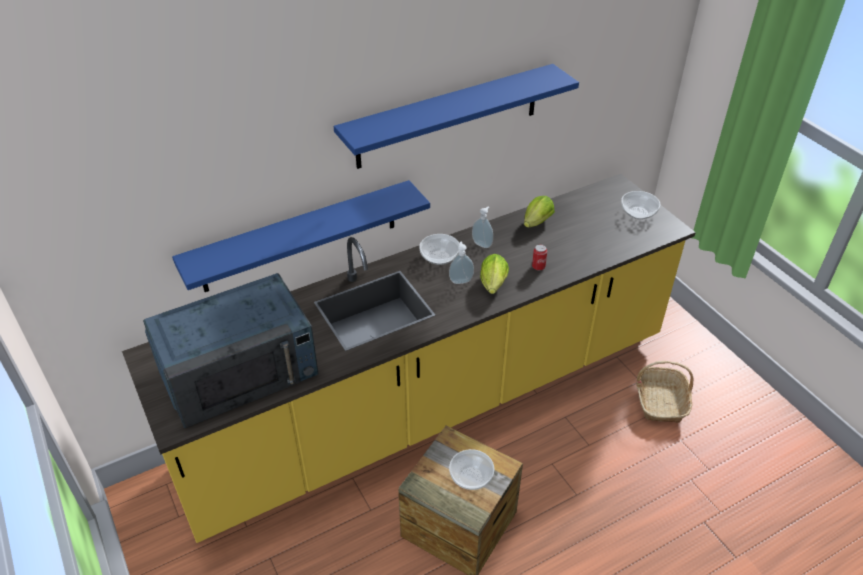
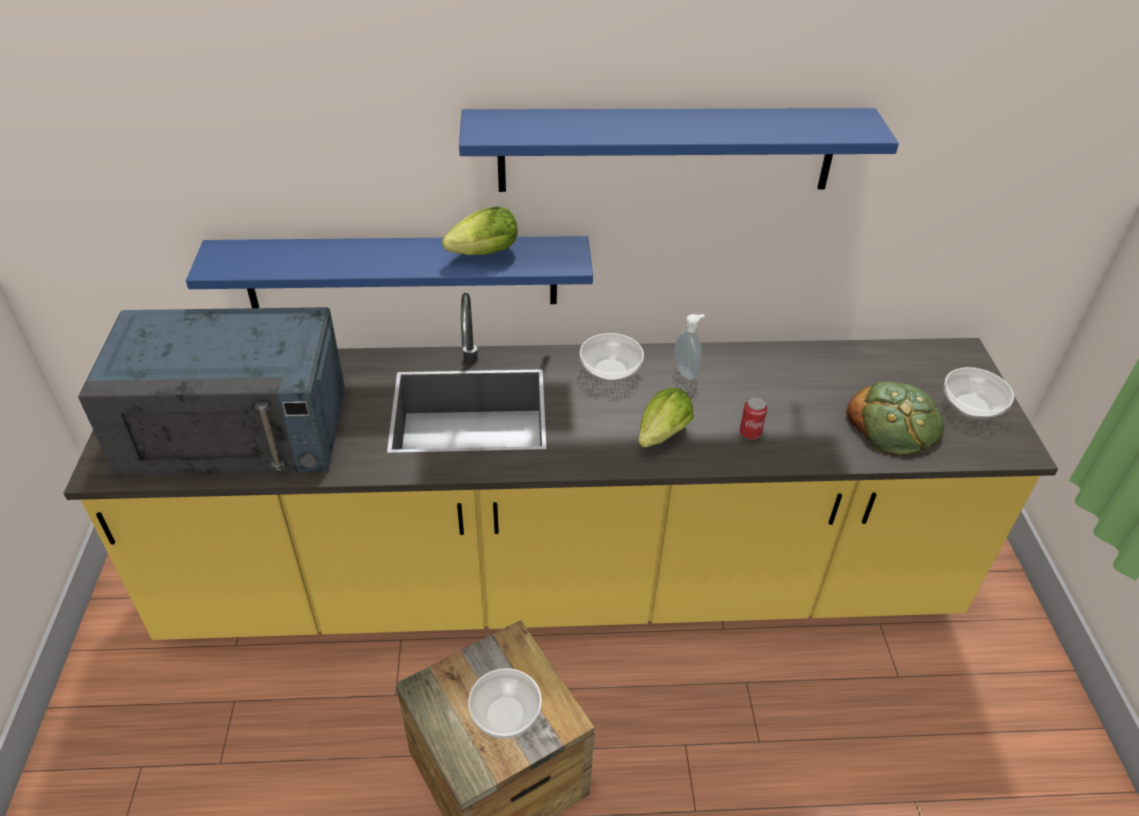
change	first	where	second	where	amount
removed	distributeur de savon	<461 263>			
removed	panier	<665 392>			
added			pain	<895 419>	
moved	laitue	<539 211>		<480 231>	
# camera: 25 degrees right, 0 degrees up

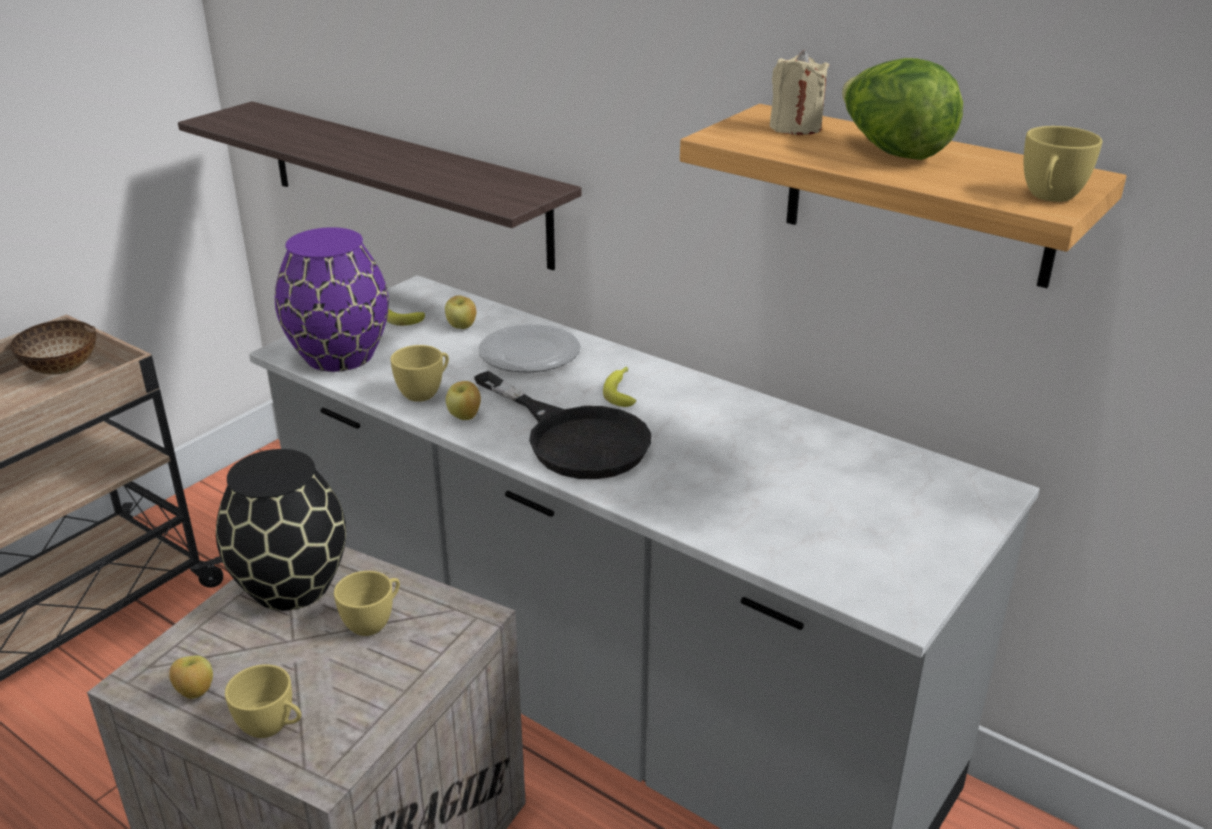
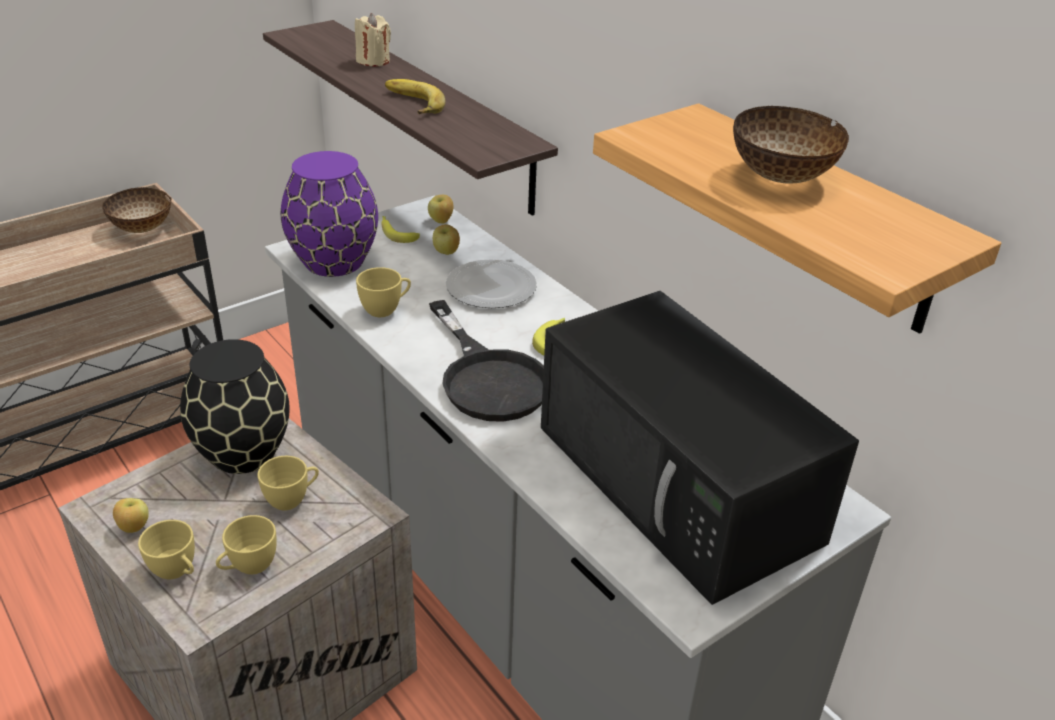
change	first	where	second	where	amount
added			banane	<415 96>	
added			micro-ondes (noir)	<700 448>	
moved	pomme	<463 400>		<440 209>	
moved	bougie (beige)	<799 92>		<373 40>	
moved	tasse (jaune)	<1063 164>		<246 544>	
replaced	laitue	<902 109>	bol	<791 144>	
# camera: 15 degrees right, 5 degrees up

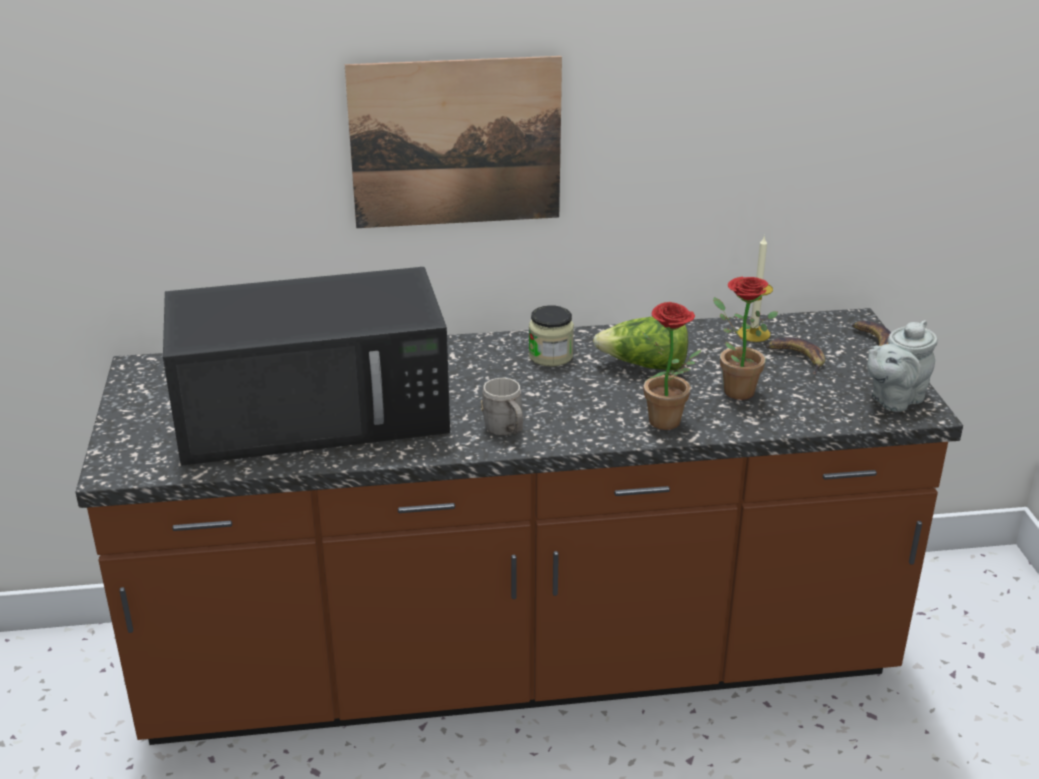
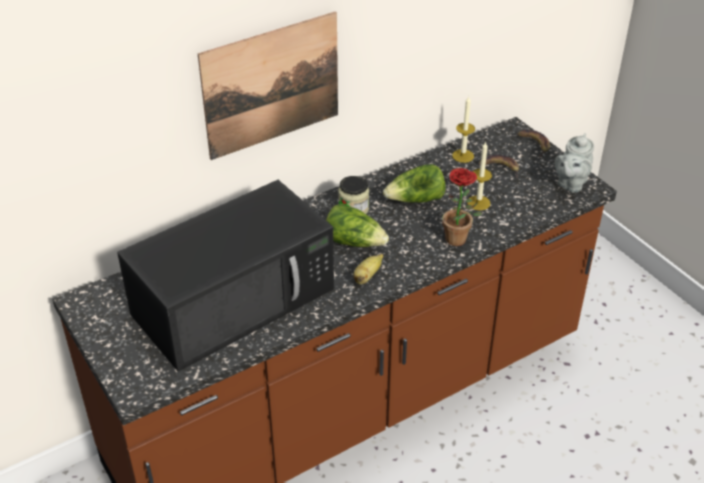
change	first	where	second	where	amount
added			laitue	<357 225>	
replaced	mug (gris)	<502 406>	banane	<368 269>	
replaced	plante en pot	<745 338>	bougie	<479 175>	
# camera: 25 degrees left, 10 degrees up

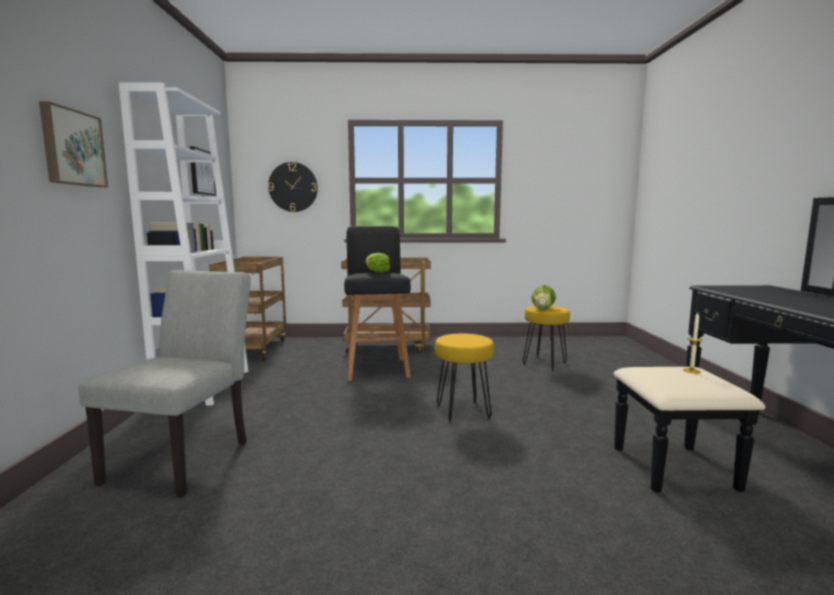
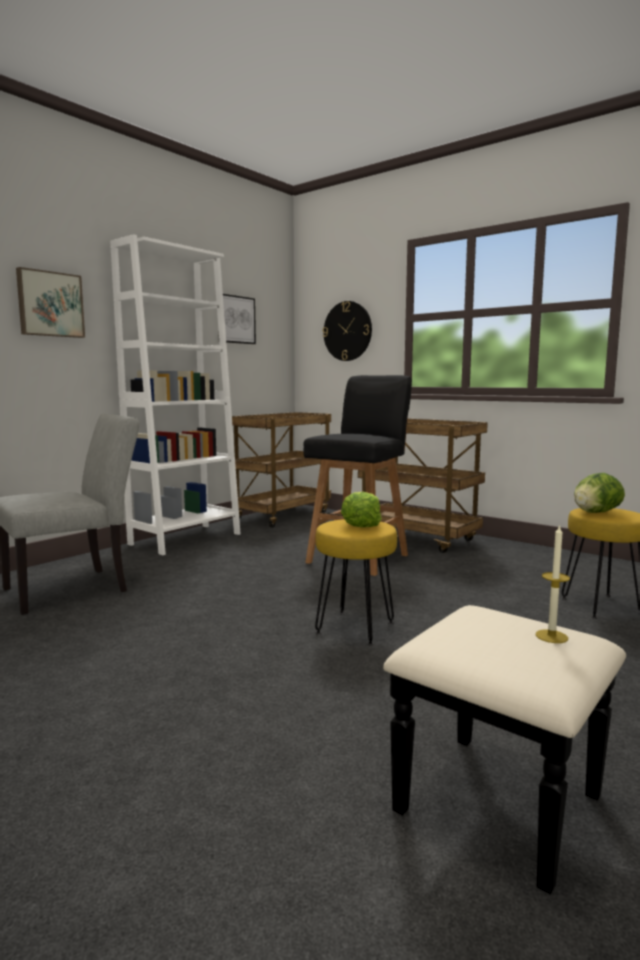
change	first	where	second	where	amount
moved	laitue	<378 263>		<361 509>	
# camera: 40 degrees right, 0 degrees up

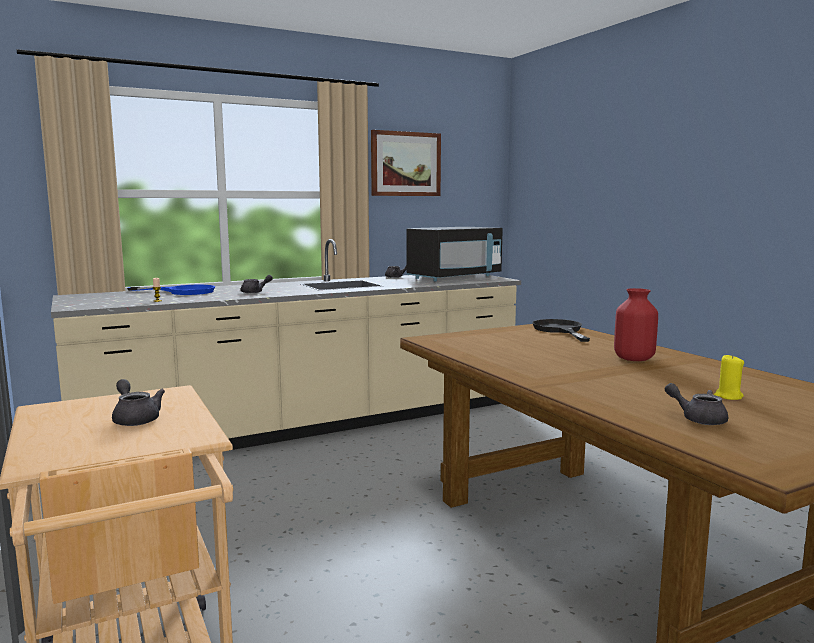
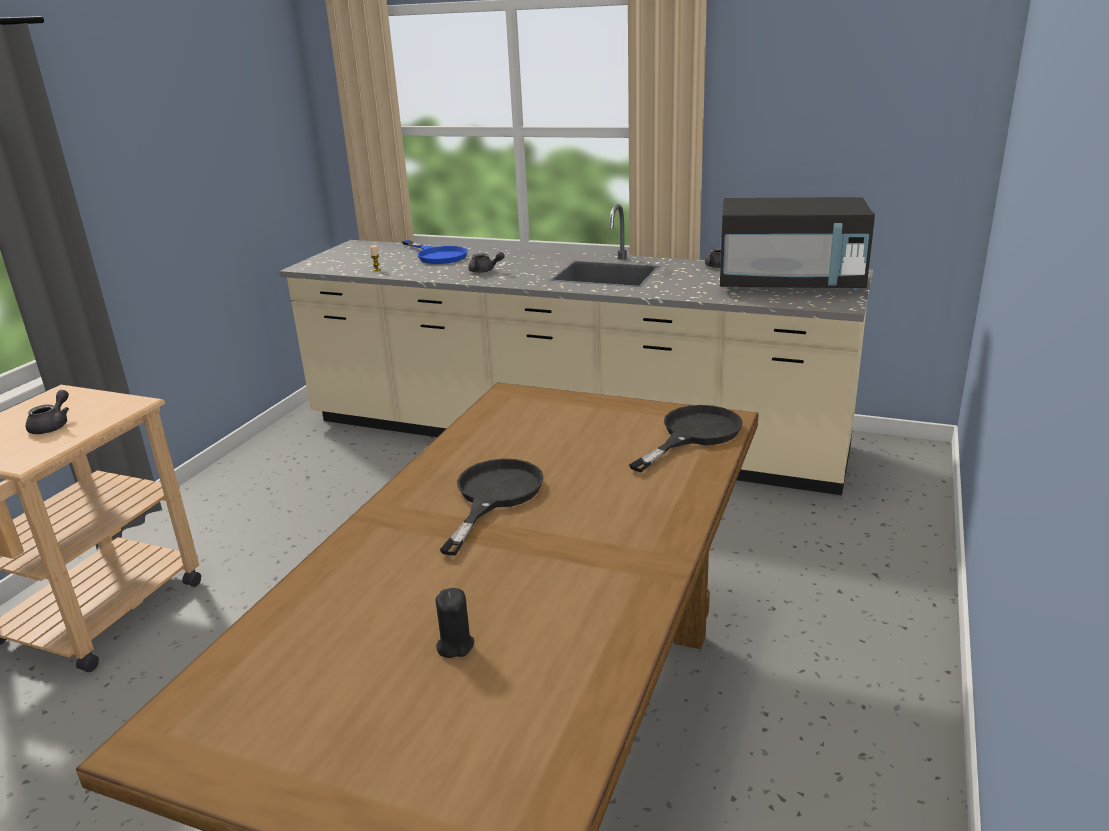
change	first	where	second	where	amount
removed	tableau	<406 163>			
removed	vase (rouge)	<636 324>			
removed	théière (gris)	<696 404>			
added			poêle (noir)	<492 507>	
recoloured	bougie (jaune)	<729 377>	bougie (noir)	<454 623>	
# camera: 50 degrees right, 15 degrees up

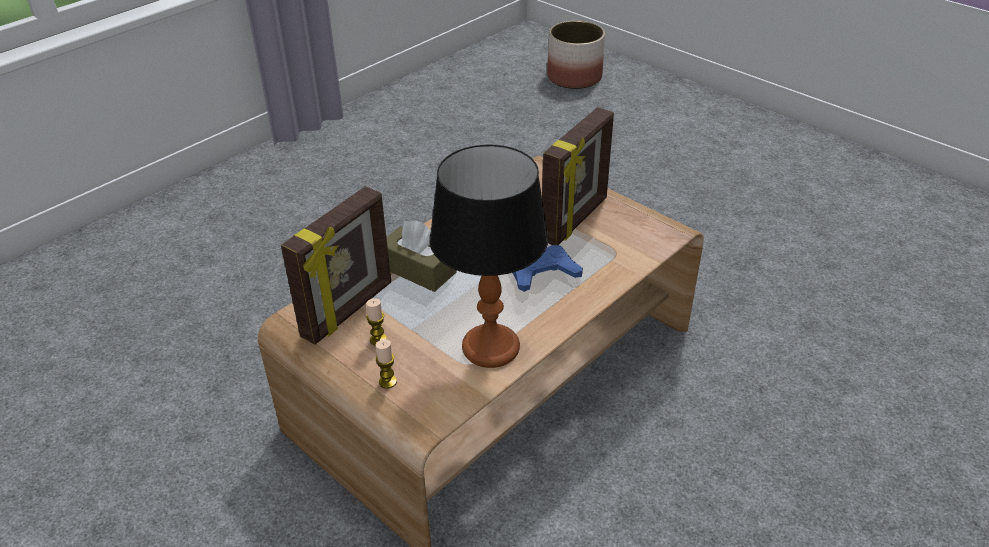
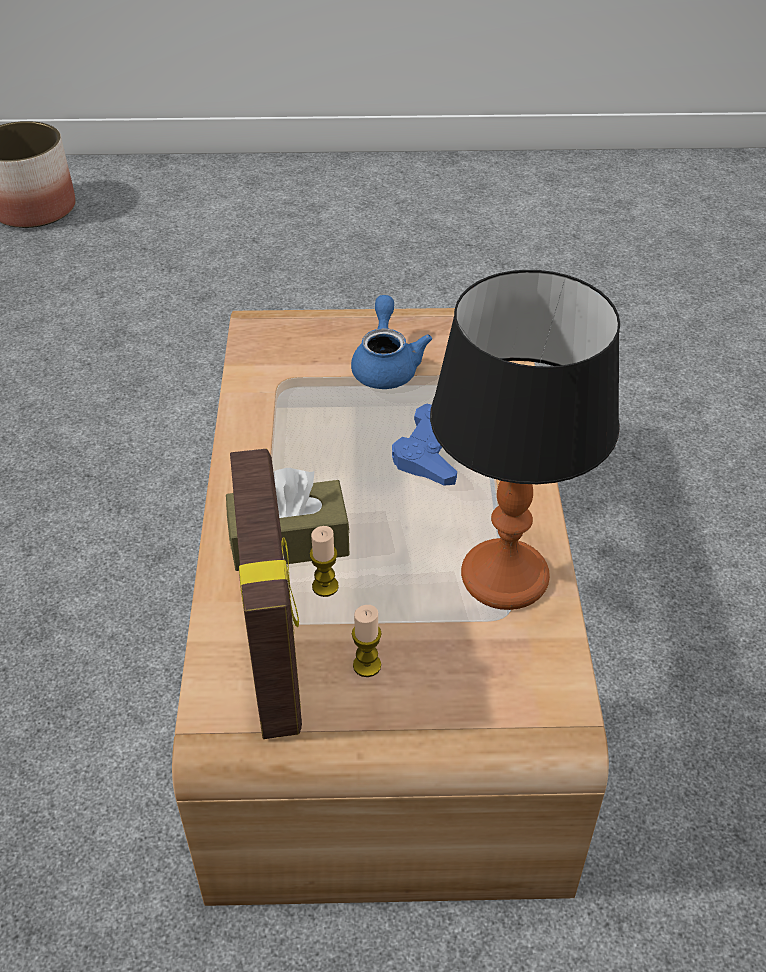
change	first	where	second	where	amount
moved	bougie	<386 364>		<324 561>	
replaced	cadre photo	<578 176>	théière (bleu)	<391 342>	
# camera: 45 degrees left, 5 degrees up

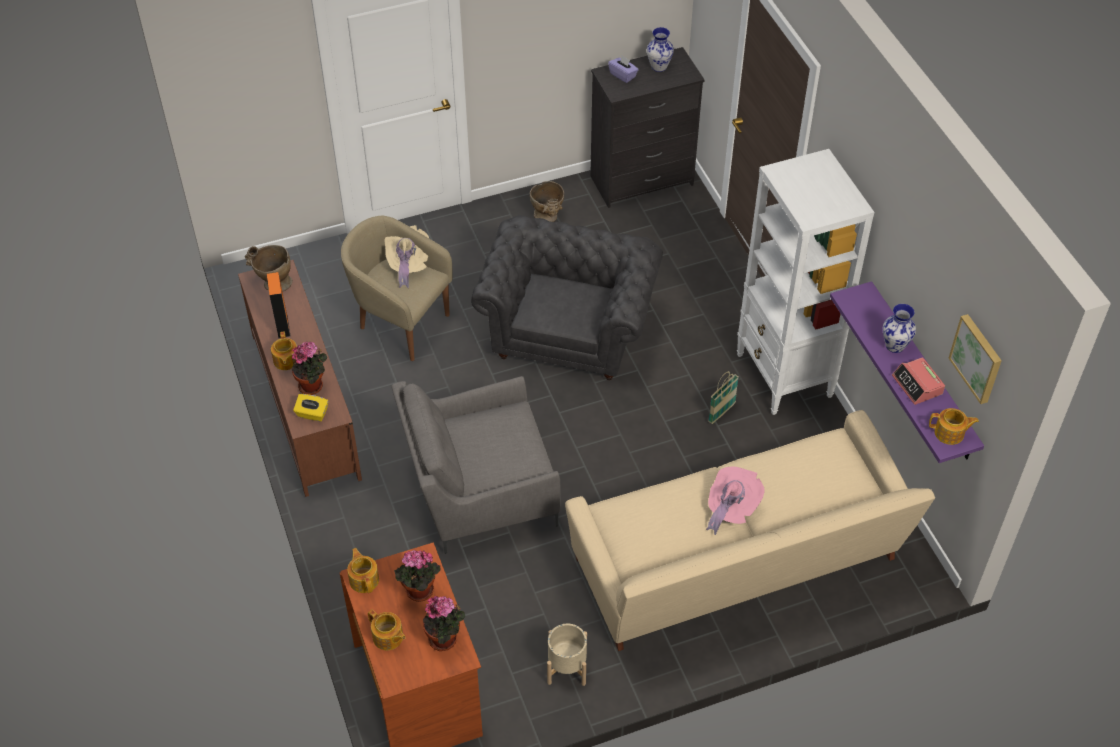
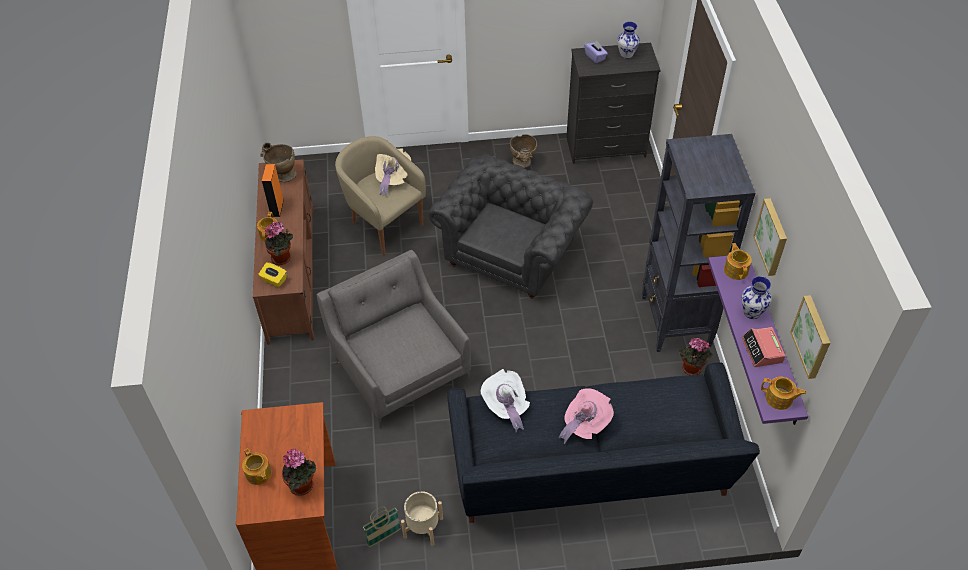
change	first	where	second	where	amount
added			chapeau (blanc)	<505 401>	
added			tableau	<770 237>	
moved	théière	<363 570>		<738 261>	
moved	plante en pot	<417 576>		<696 356>	
moved	panier	<723 397>		<382 526>	
recoloured	canapé (beige)	<750 530>	canapé (noir)	<603 442>	
recoloured	bibliothèque (blanc)	<805 282>	bibliothèque (noir)	<698 243>	
turned	fauteuil (gris)	<476 465>		<394 339>	60 degrees clockwise
# camera: 15 degrees right, 0 degrees up

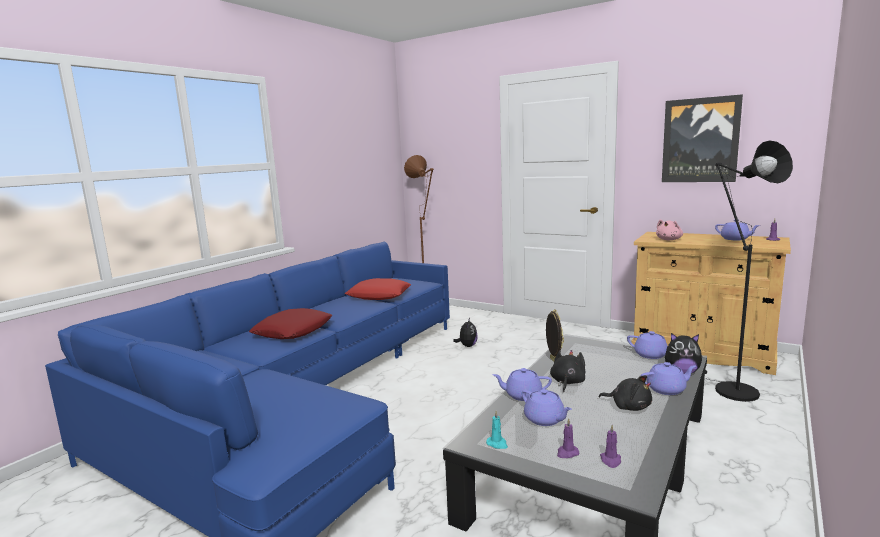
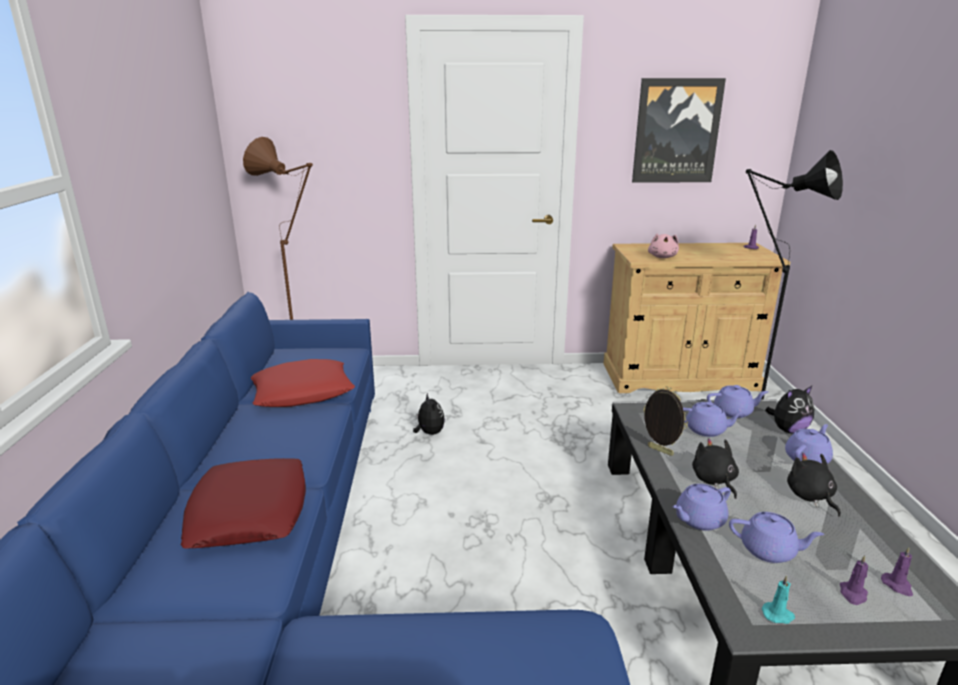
change	first	where	second	where	amount
moved	théière (violet)	<737 229>		<714 419>	
turned	peluche (noir)	<625 393>		<814 484>	105 degrees counterclockwise
# camera: 35 degrees left, 10 degrees up

